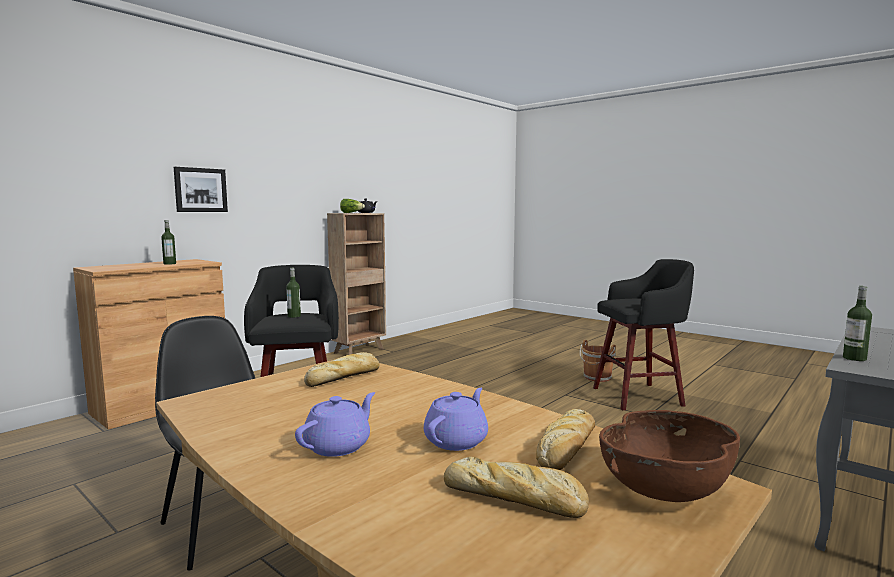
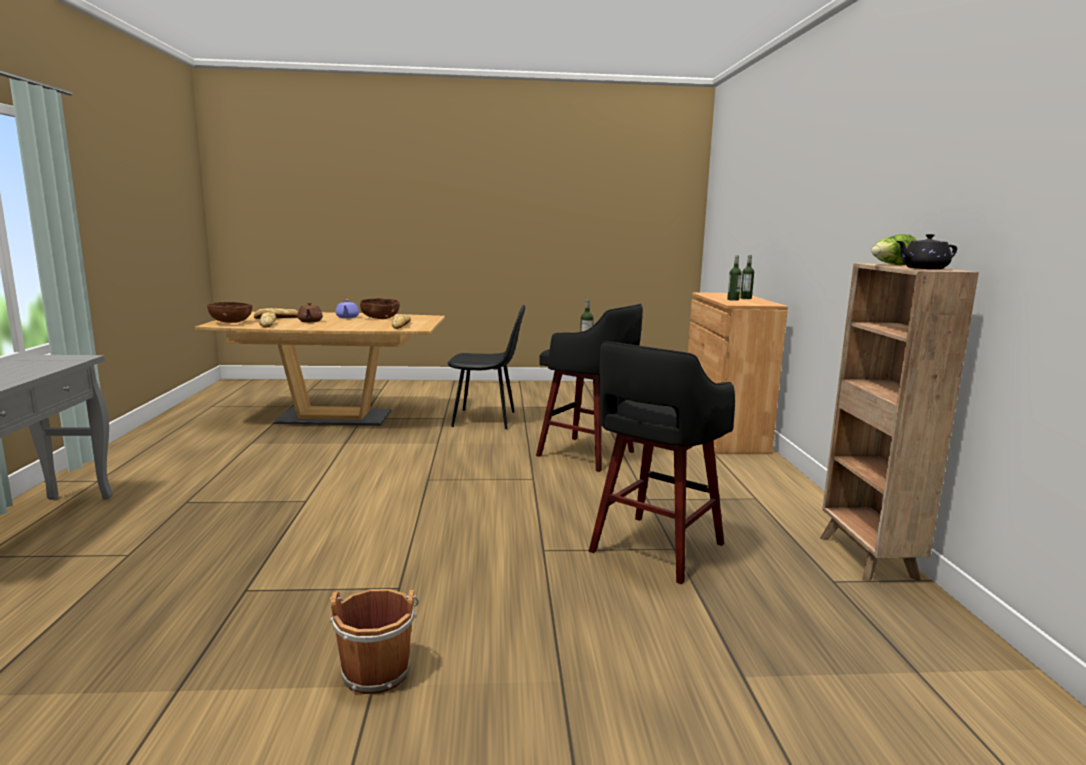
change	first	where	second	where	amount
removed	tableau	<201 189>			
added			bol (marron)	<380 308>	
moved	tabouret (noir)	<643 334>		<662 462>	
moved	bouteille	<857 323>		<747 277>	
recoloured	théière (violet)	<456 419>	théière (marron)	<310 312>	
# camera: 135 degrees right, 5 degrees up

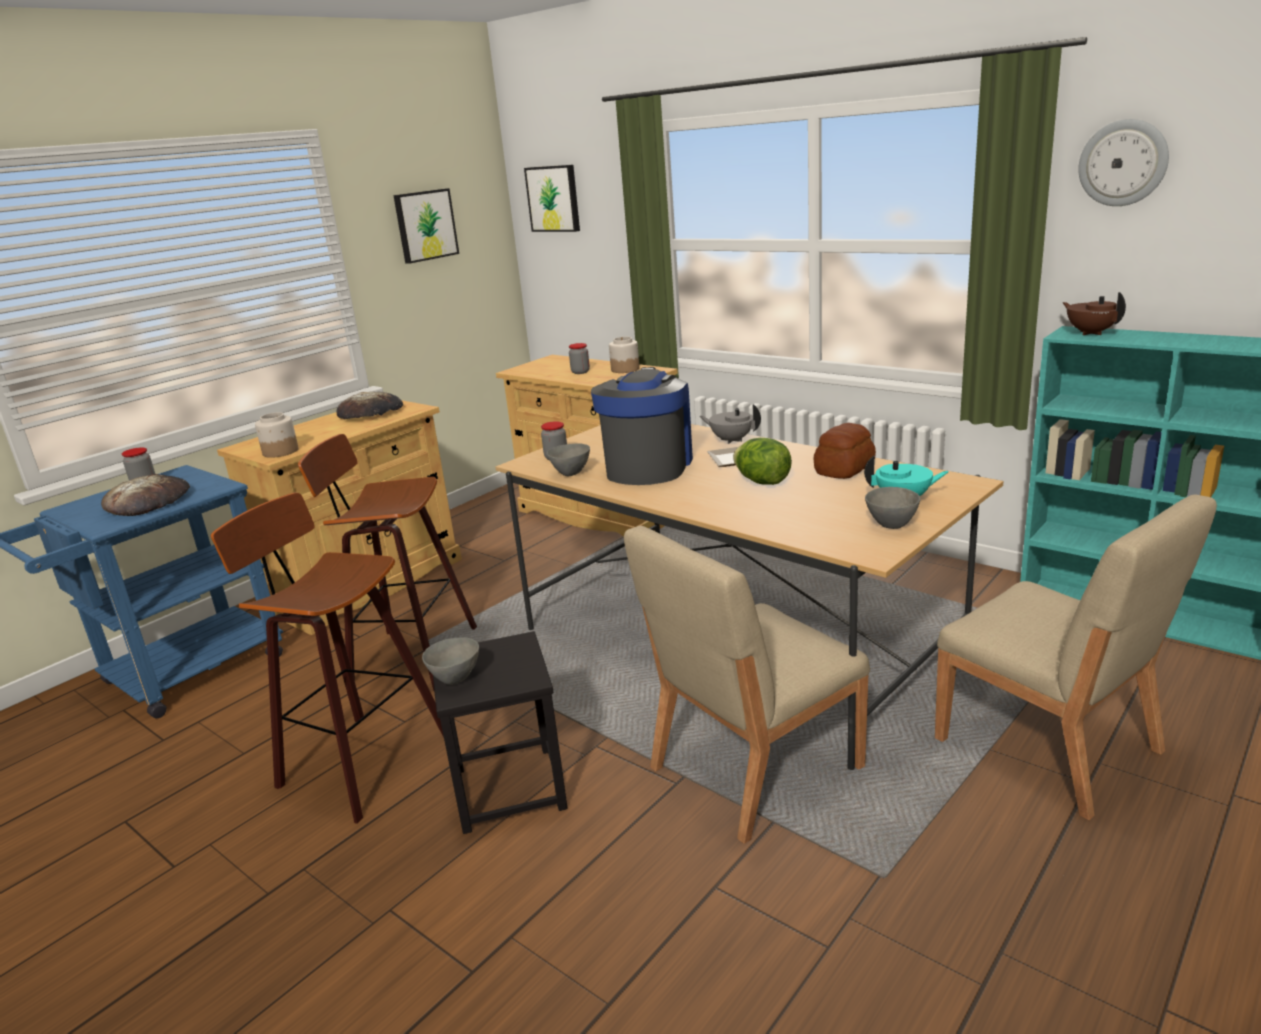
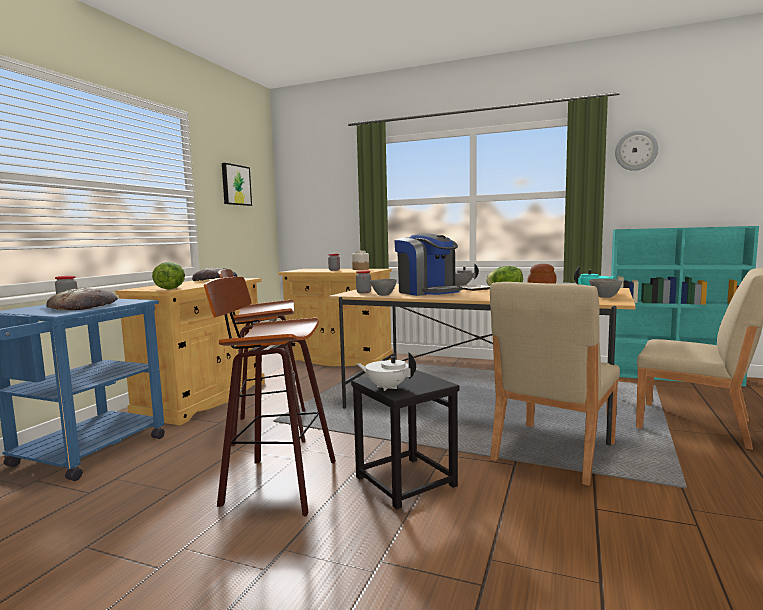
change	first	where	second	where	amount
removed	tableau	<552 198>			
removed	théière (marron)	<1094 313>			
replaced	bocal	<277 435>	laitue	<168 275>	
replaced	bol (gris)	<450 661>	théière (blanc)	<386 371>	
turned	machine à café	<642 426>		<428 264>	150 degrees clockwise
# camera: 20 degrees left, 15 degrees down

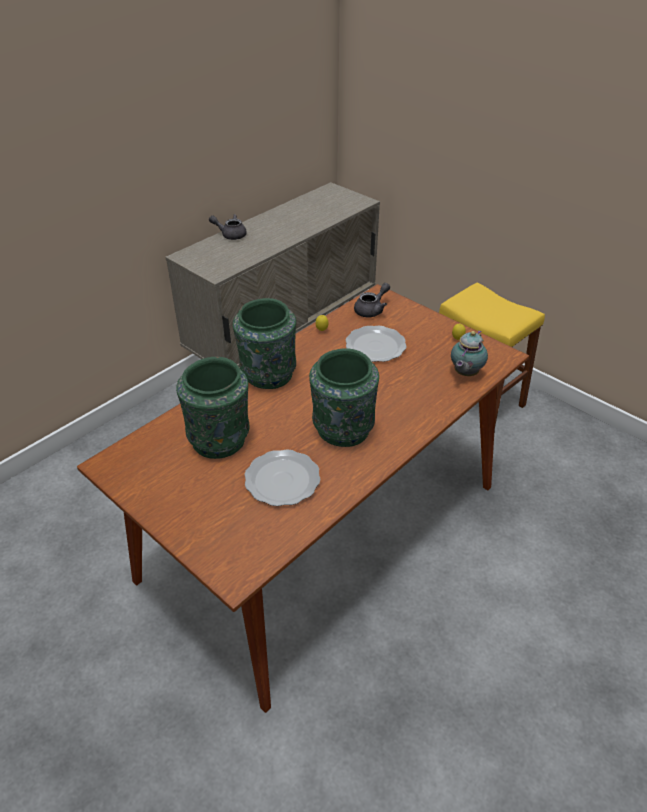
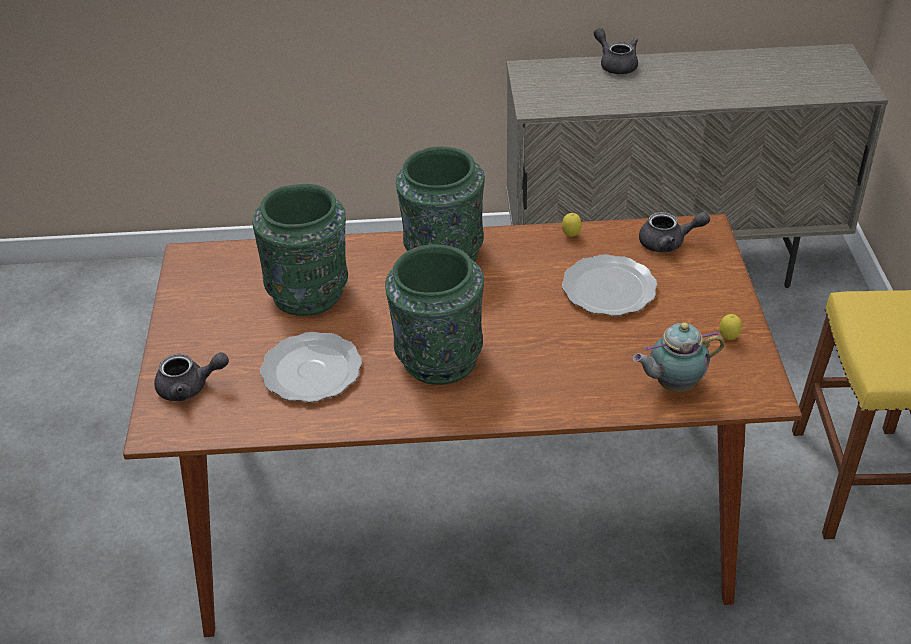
change	first	where	second	where	amount
added			théière (gris)	<191 377>	
# camera: 45 degrees right, 0 degrees up

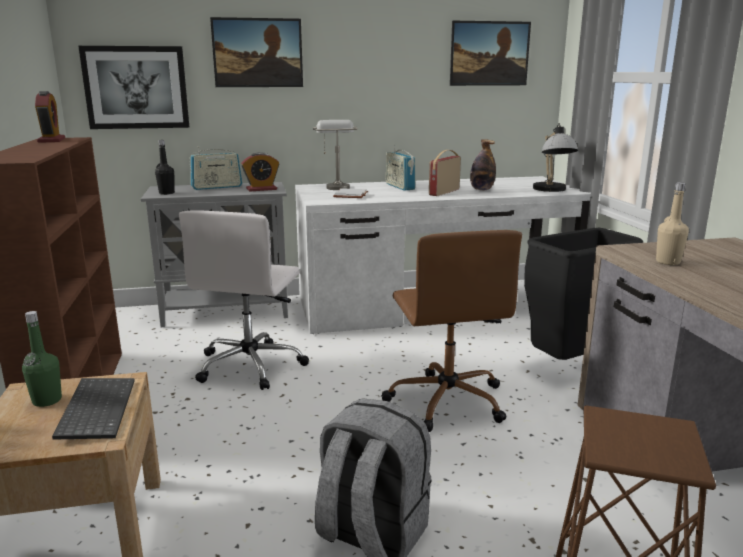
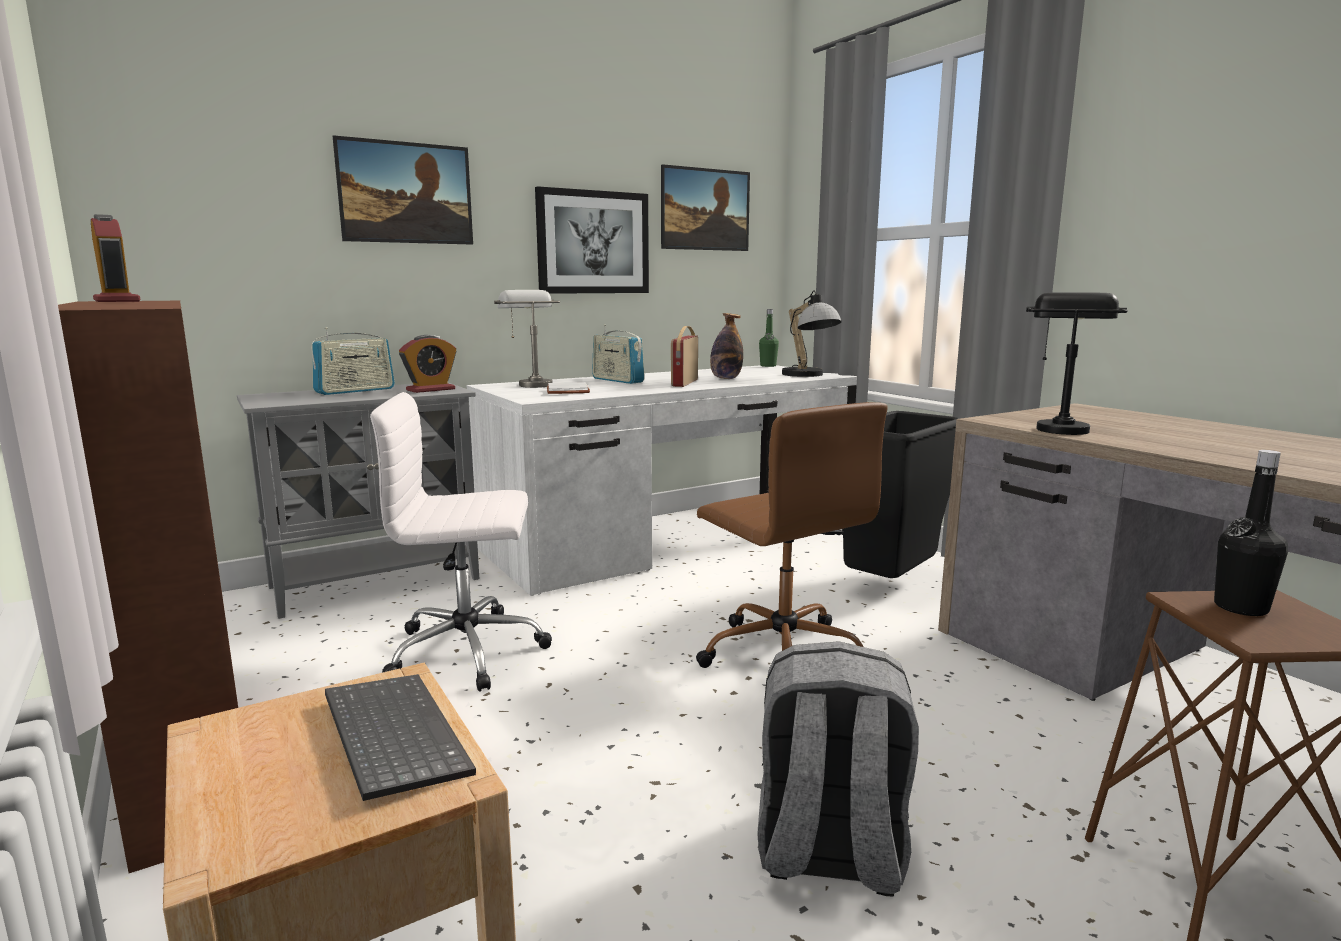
change	first	where	second	where	amount
moved	bouteille (vert)	<42 359>		<769 338>	
moved	tableau	<133 87>		<592 240>	
moved	bouteille (noir)	<165 167>		<1251 533>	
replaced	bouteille (beige)	<672 223>	lampe de table (noir)	<1077 363>	
turned	chaise de bureau (blanc)	<244 300>		<461 542>	90 degrees clockwise
# camera: 20 degrees left, 5 degrees down

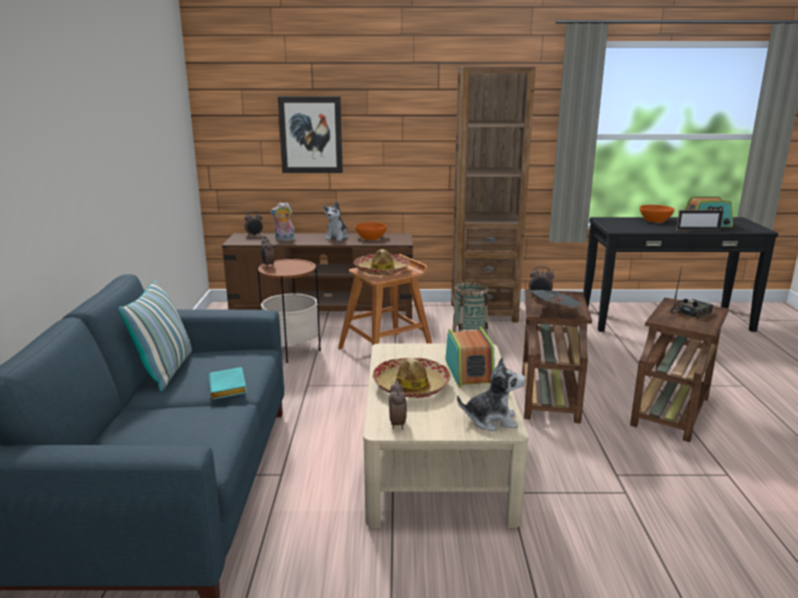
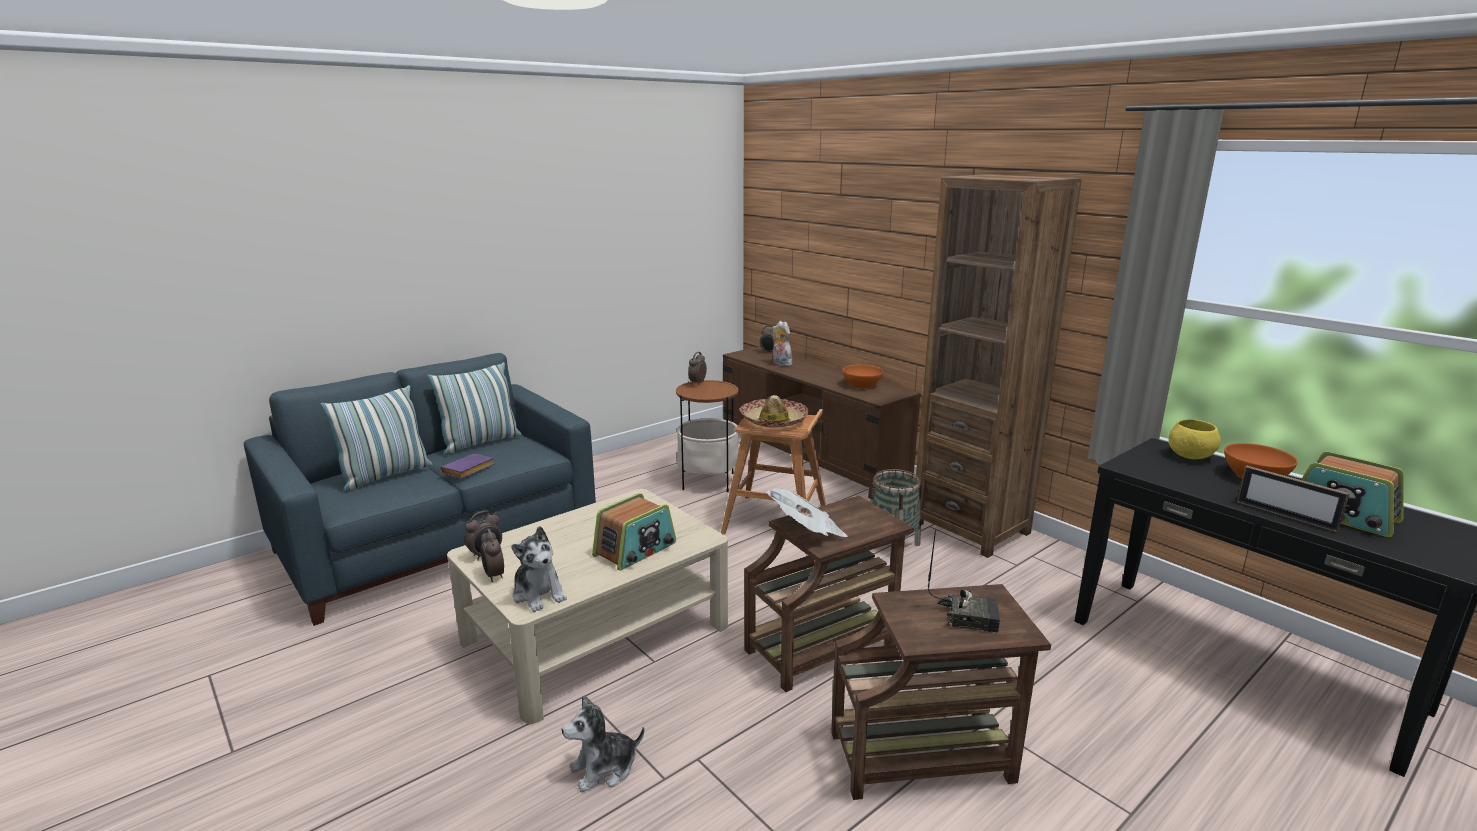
change	first	where	second	where	amount
removed	tableau	<310 134>			
removed	chapeau	<411 378>			
added			coussin	<376 438>	
added			bol (jaune)	<1195 439>	
moved	peluche	<336 221>		<603 744>	
moved	réveil	<541 282>		<492 555>	
recoloured	livre (turquoise)	<227 383>	livre (violet)	<467 466>	
# camera: 50 degrees right, 0 degrees up

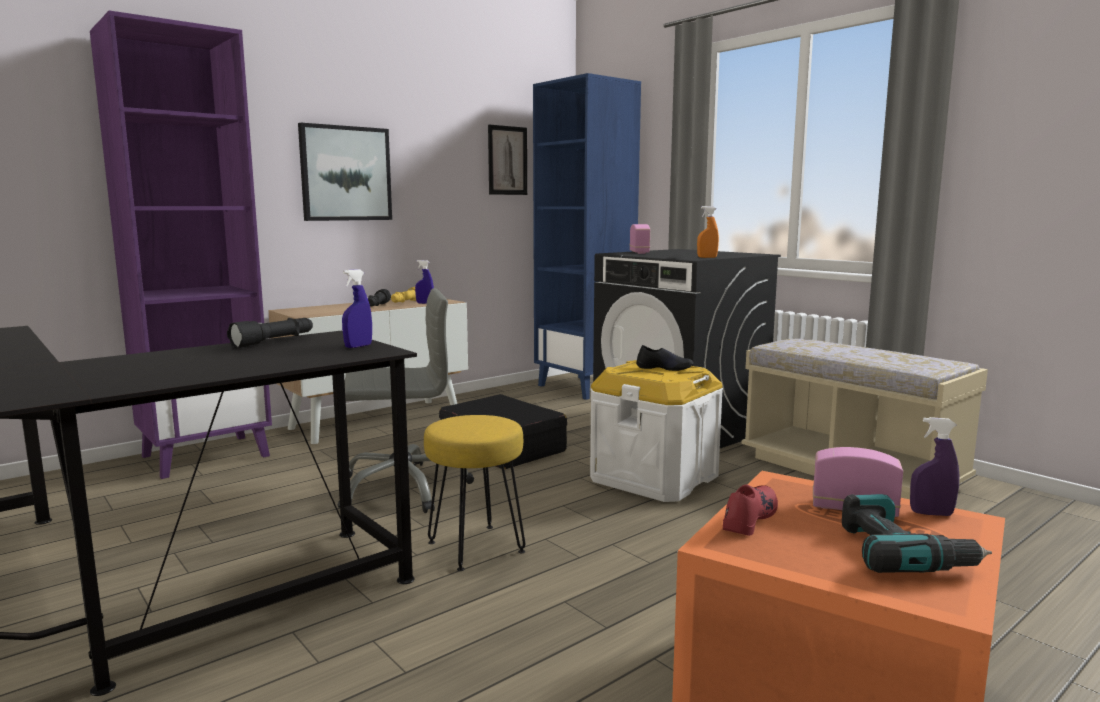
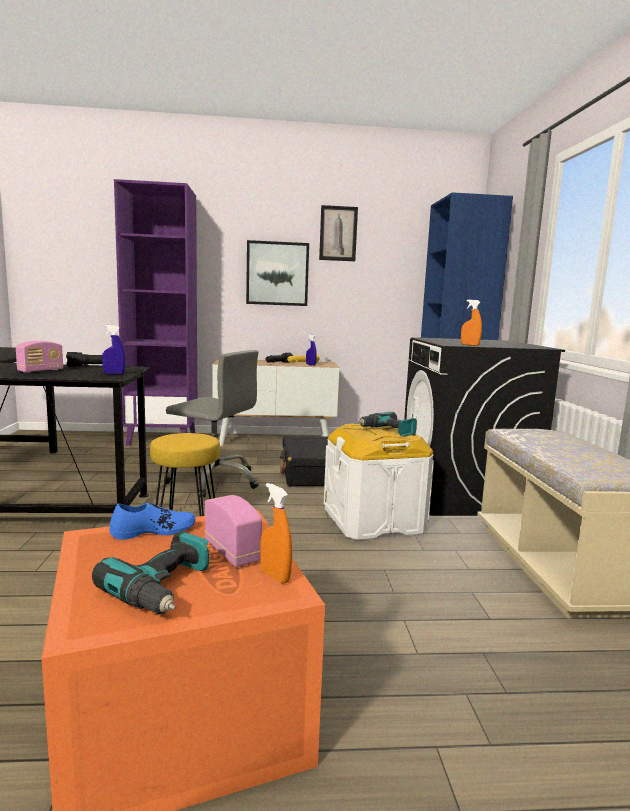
change	first	where	second	where	amount
moved	tableau	<507 160>		<338 233>	
moved	radio	<640 239>		<39 357>	
replaced	chaussure (noir)	<665 358>	perceuse	<387 424>	
recoloured	chaussure (rouge)	<750 510>	chaussure (bleu)	<152 521>	
recoloured	vaporisateur (violet)	<934 466>	vaporisateur (orange)	<276 533>	
# camera: 35 degrees right, 0 degrees up

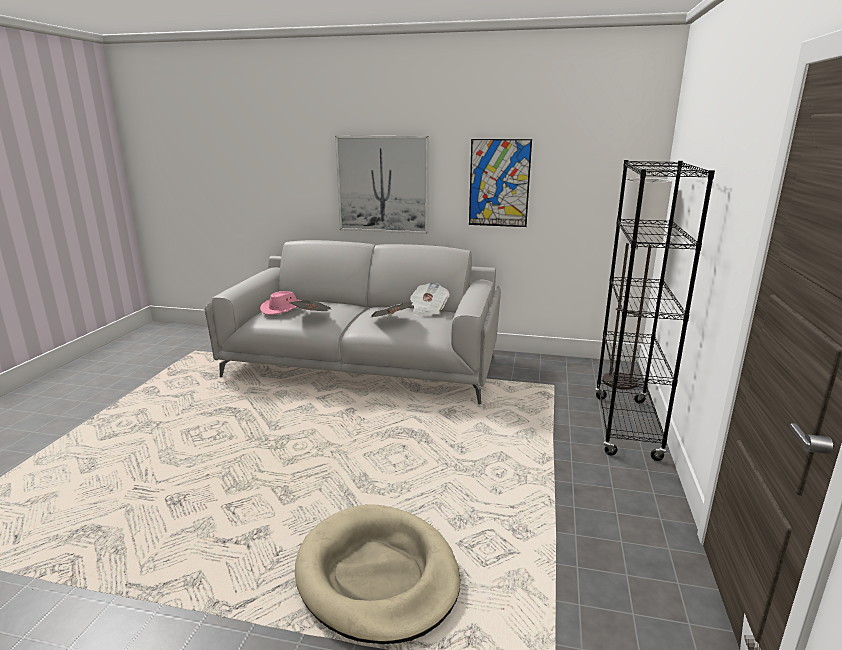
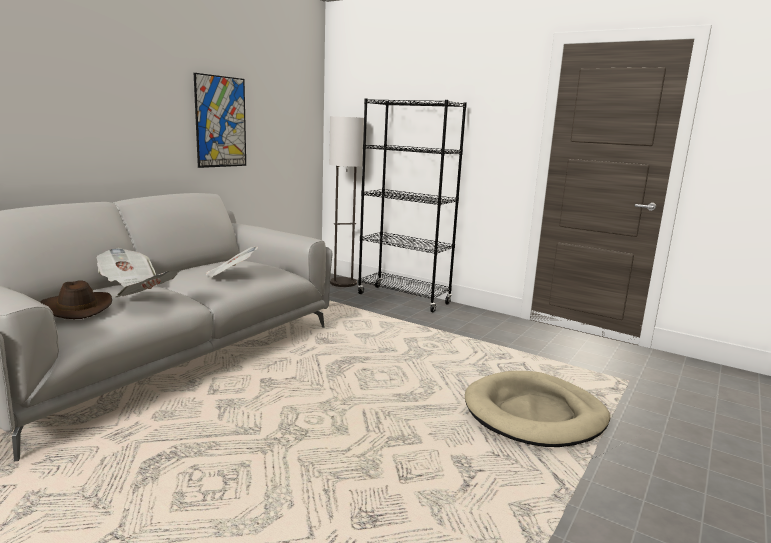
change	first	where	second	where	amount
removed	tableau	<382 185>			
moved	journal	<430 299>		<126 267>	
recoloured	chapeau (rose)	<281 303>	chapeau (marron)	<76 300>	
# camera: 70 degrees left, 5 degrees down

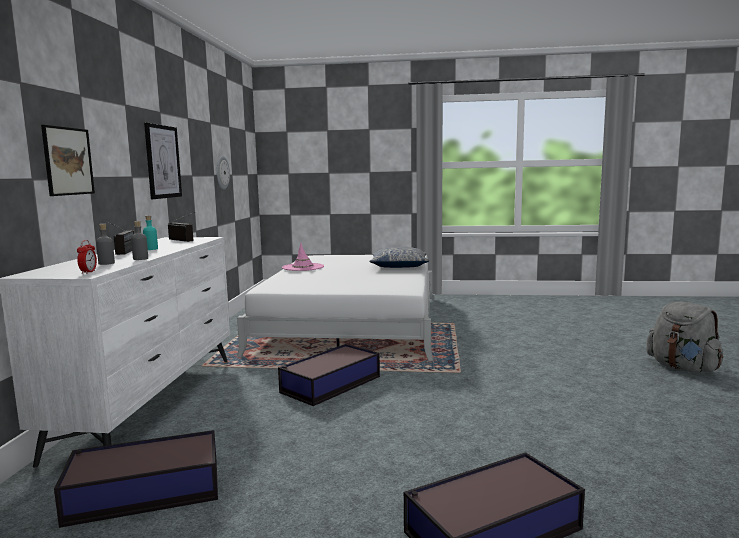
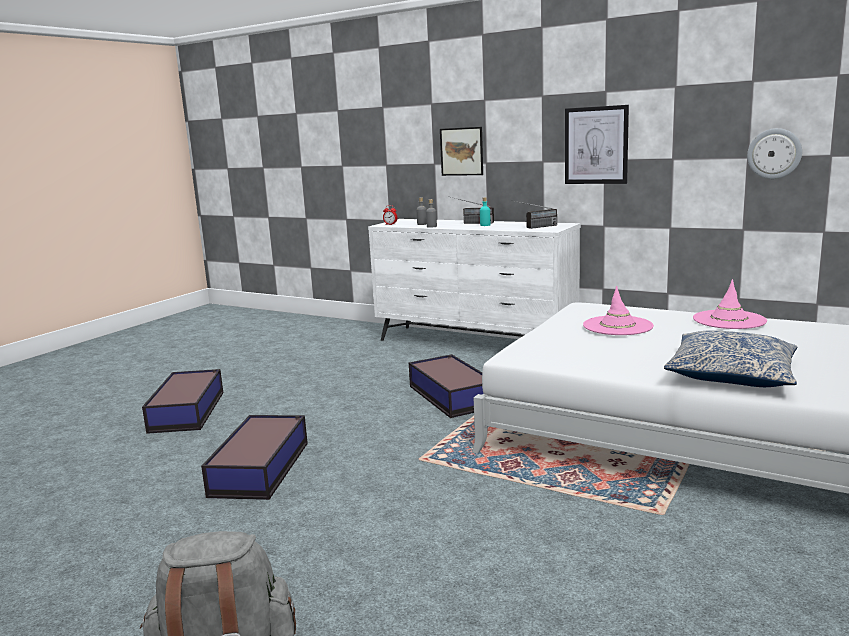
change	first	where	second	where	amount
added			chapeau (rose)	<618 310>	
moved	boîte de rangement	<136 479>		<254 457>	
# camera: 115 degrees right, 5 degrees up

